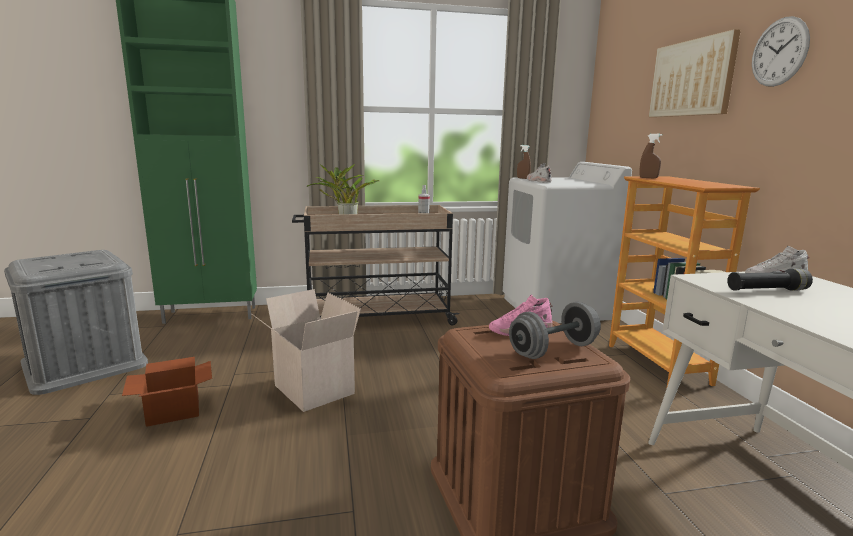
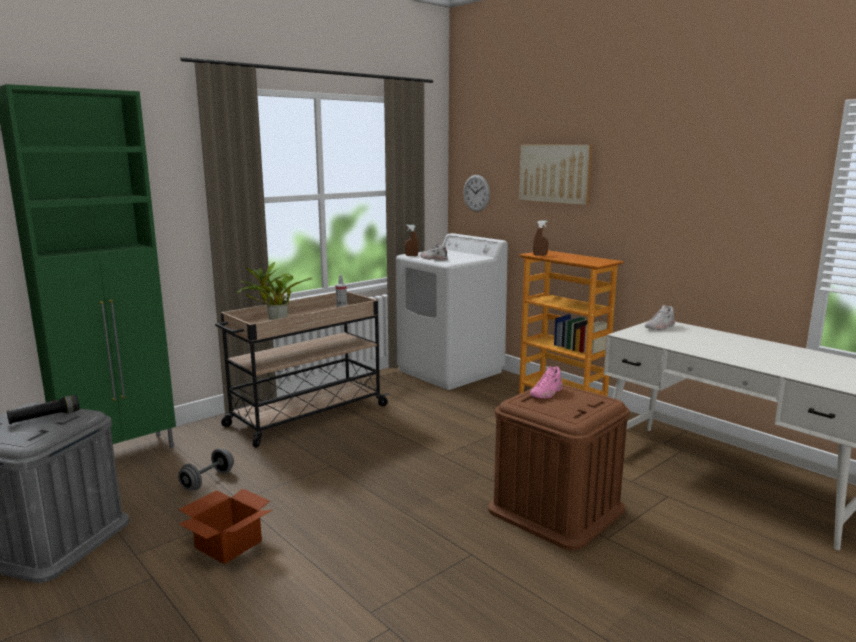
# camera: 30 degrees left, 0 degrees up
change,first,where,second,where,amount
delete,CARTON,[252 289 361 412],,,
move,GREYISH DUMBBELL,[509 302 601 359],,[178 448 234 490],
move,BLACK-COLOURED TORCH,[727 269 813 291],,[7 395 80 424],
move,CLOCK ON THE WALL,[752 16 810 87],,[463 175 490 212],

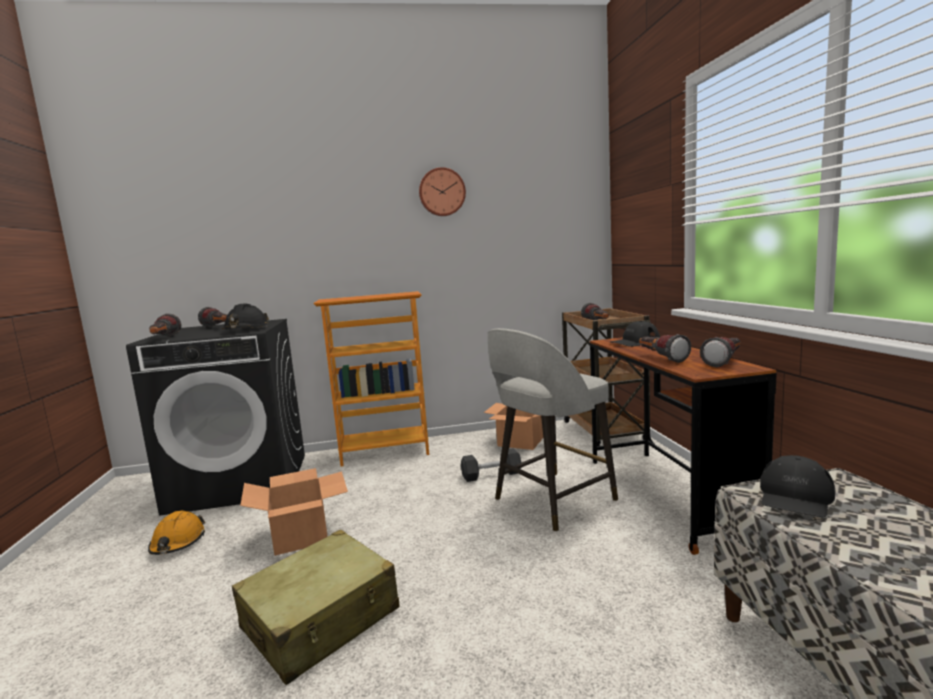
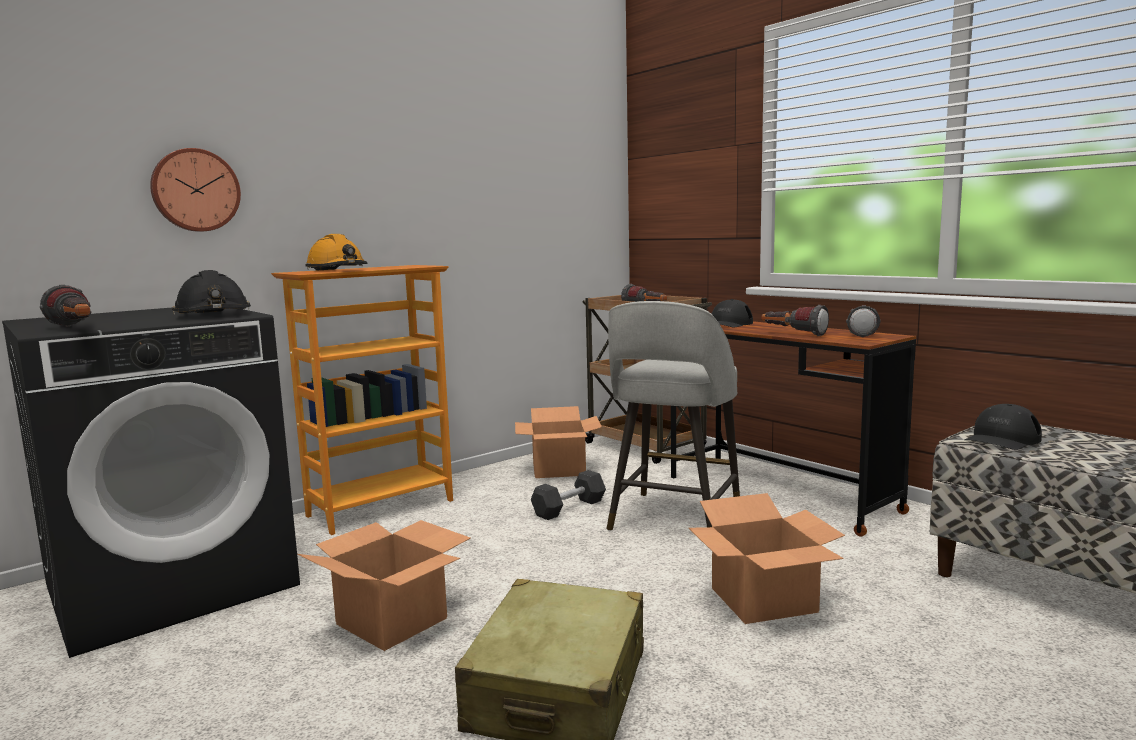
# camera: 30 degrees left, 0 degrees up
change,first,where,second,where,amount
delete,TORCH,[198 307 227 327],,,
insert,,,CARTON,[688 493 845 624],
move,ORANGEY WORK HELMET,[148 511 205 555],,[305 234 368 271],
move,CLOCK ON THE WALL,[419 167 466 216],,[150 148 241 232],
rotate,BLACK-COLOURED CAP,[760 455 836 517],,[964 404 1042 450],45 degrees clockwise

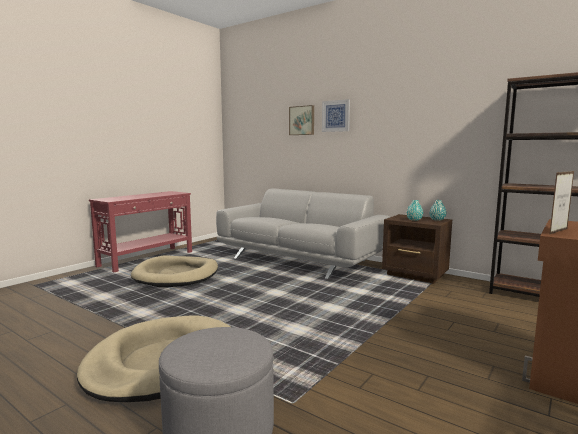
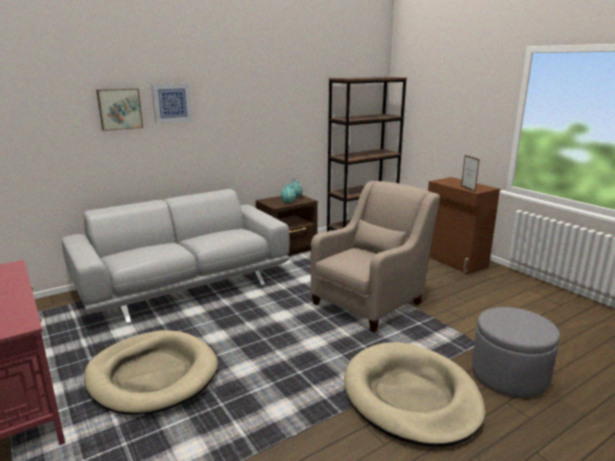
# camera: 70 degrees left, 10 degrees up
change,first,where,second,where,amount
insert,,,SAND-COLOURED LOUNGE CHAIR,[311 181 440 332],

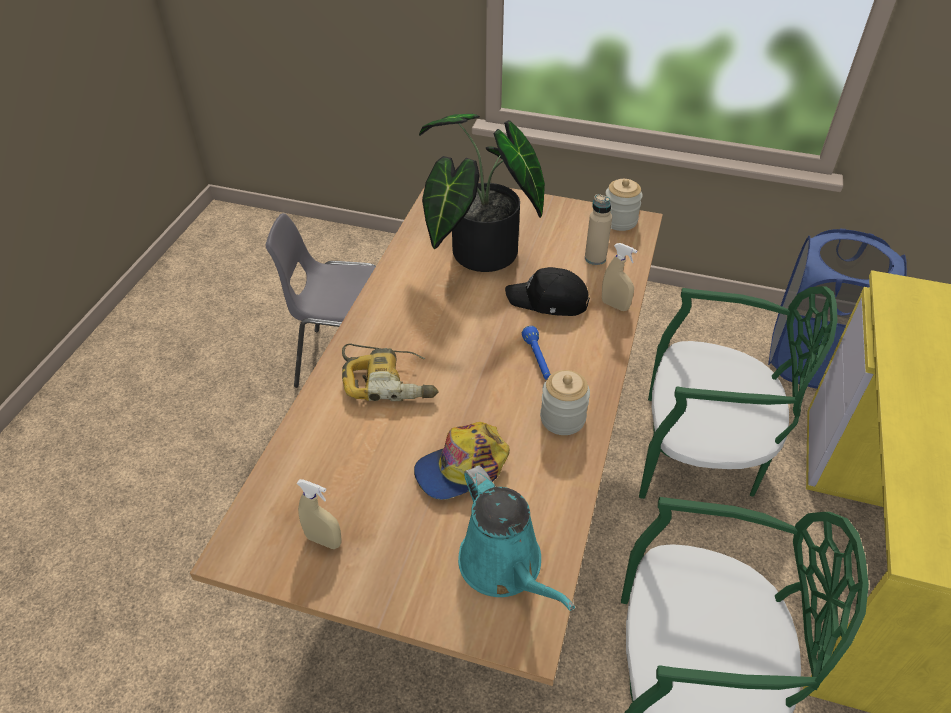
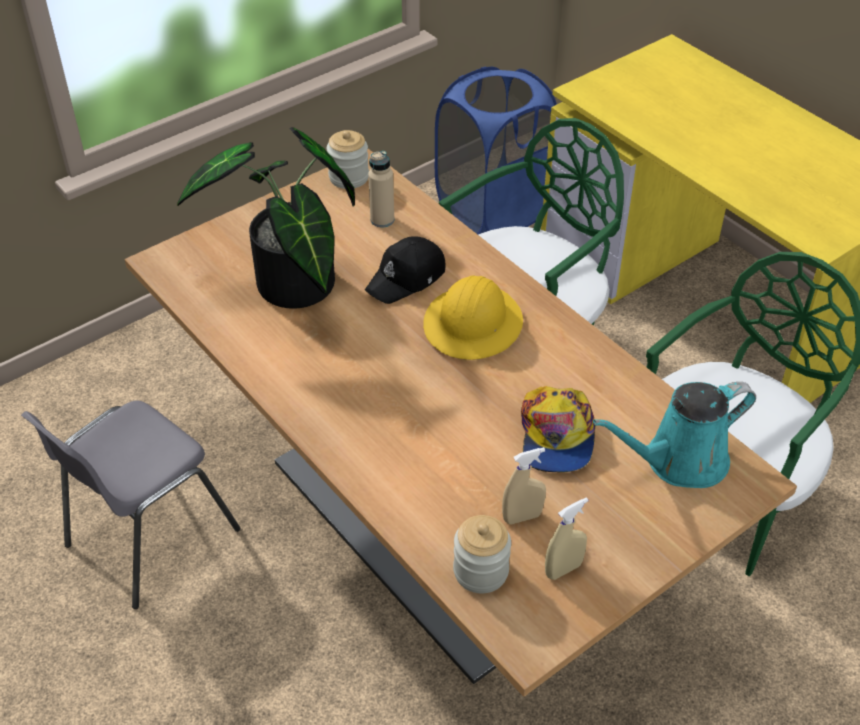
# camera: 55 degrees left, 0 degrees up
change,first,where,second,where,amount
delete,DRILL,[342 344 439 401],,,
move,JAR,[540 370 590 435],,[453 515 511 593],
move,SAND-COLOURED SPRAY BOTTLE,[602 243 637 311],,[502 447 546 524],
replace,BLUE-COLOURED TORCH,[522 326 551 380],YELLOW WORK HELMET,[423 276 523 360],
rotate,TURQUOISE SPRINKLING CAN,[458 465 575 611],,[593 382 756 488],150 degrees clockwise

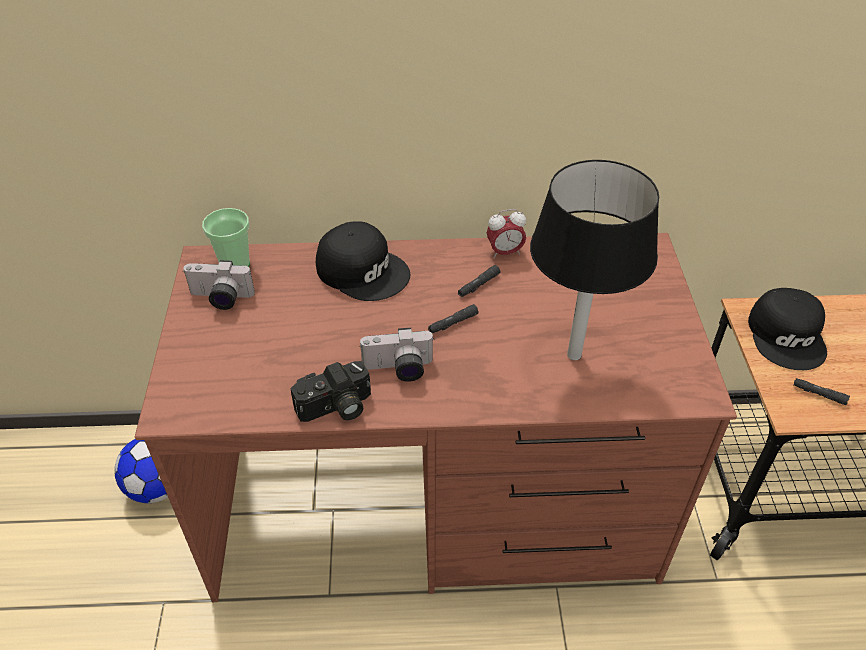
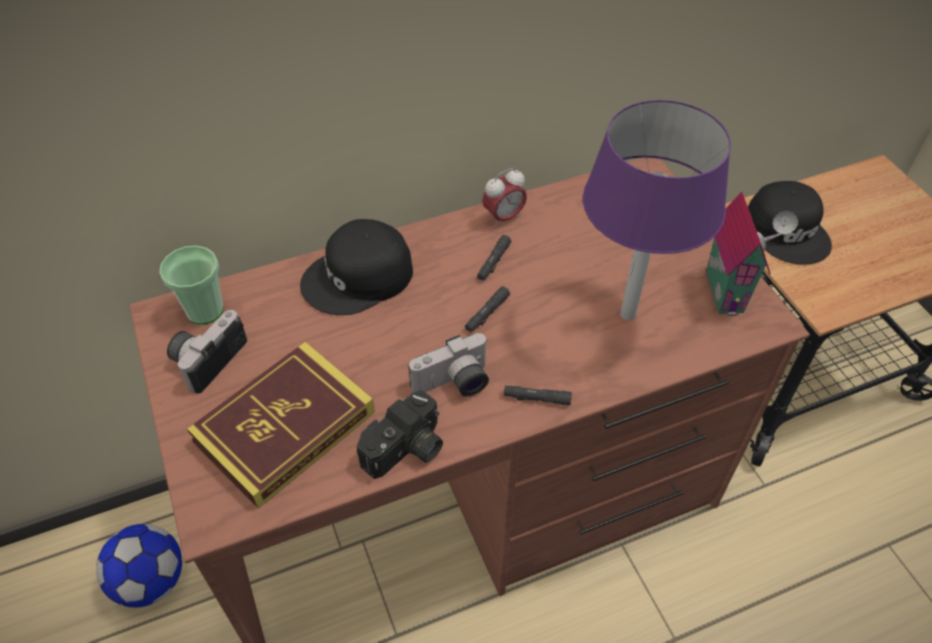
# camera: 20 degrees left, 5 degrees up
change,first,where,second,where,amount
insert,,,BOUND BOOK,[187 342 375 509],
insert,,,TOY HOUSE,[706 192 798 316],
move,BLACK-COLOURED TORCH,[793 378 850 405],,[504 386 572 405],
recolor,BLACK-COLOURED TABLETOP LAMP,[530 160 659 360],PURPLISH TABLETOP LAMP,[583 100 731 320],
rotate,STILL CAMERA,[182 260 255 310],,[167 310 247 394],135 degrees clockwise
rotate,BLACK-COLOURED CAP,[316 221 411 301],,[300 219 413 315],135 degrees clockwise

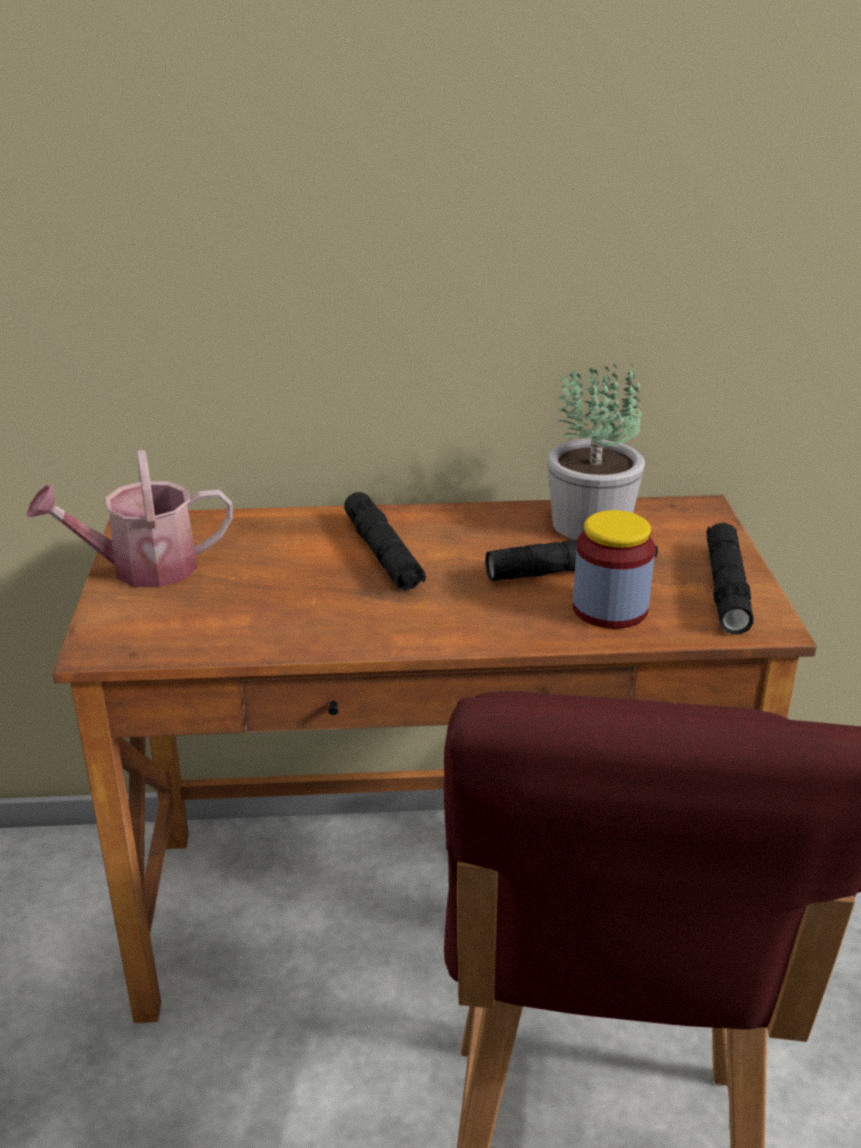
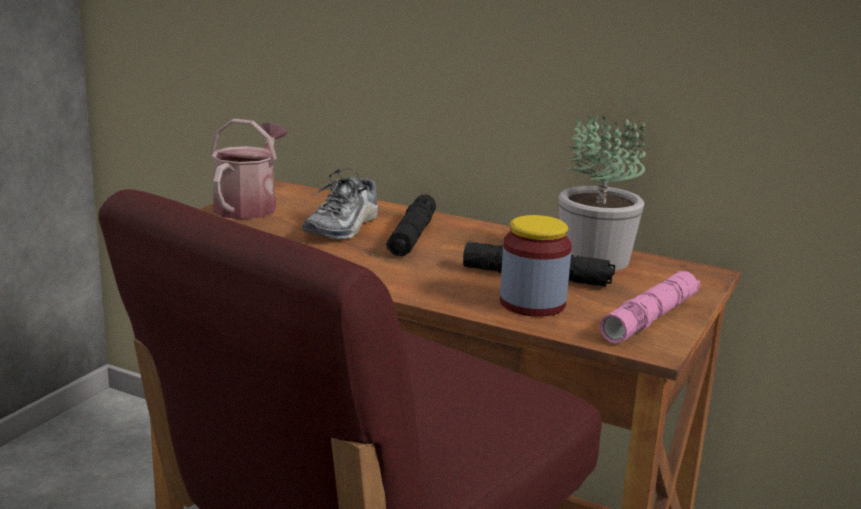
# camera: 30 degrees right, 10 degrees down
change,first,where,second,where,amount
insert,,,ITEM OF FOOTWEAR,[302 168 378 240],
recolor,BLACK-COLOURED TORCH,[706 523 753 635],PINKISH TORCH,[600 271 700 344],
rotate,SPRINKLING CAN,[26 450 233 587],,[211 119 287 219],90 degrees clockwise

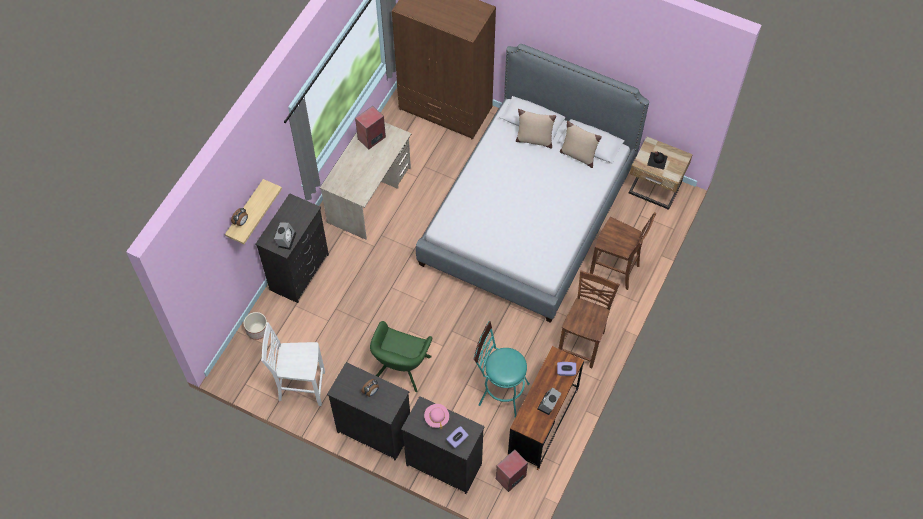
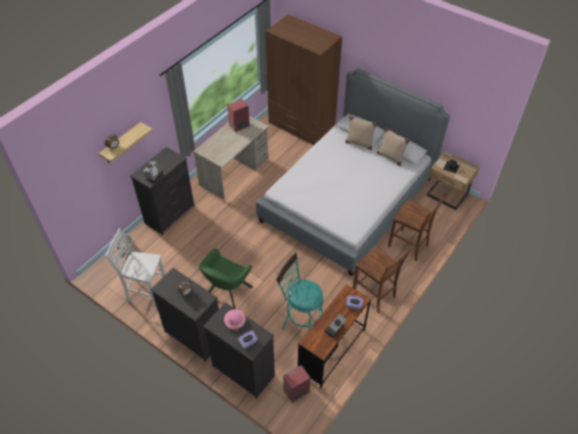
# camera: 10 degrees right, 10 degrees down
change,first,where,second,where,amount
rotate,BROWN PLAIN CHAIR,[558 270 620 368],,[353 247 411 313],105 degrees clockwise

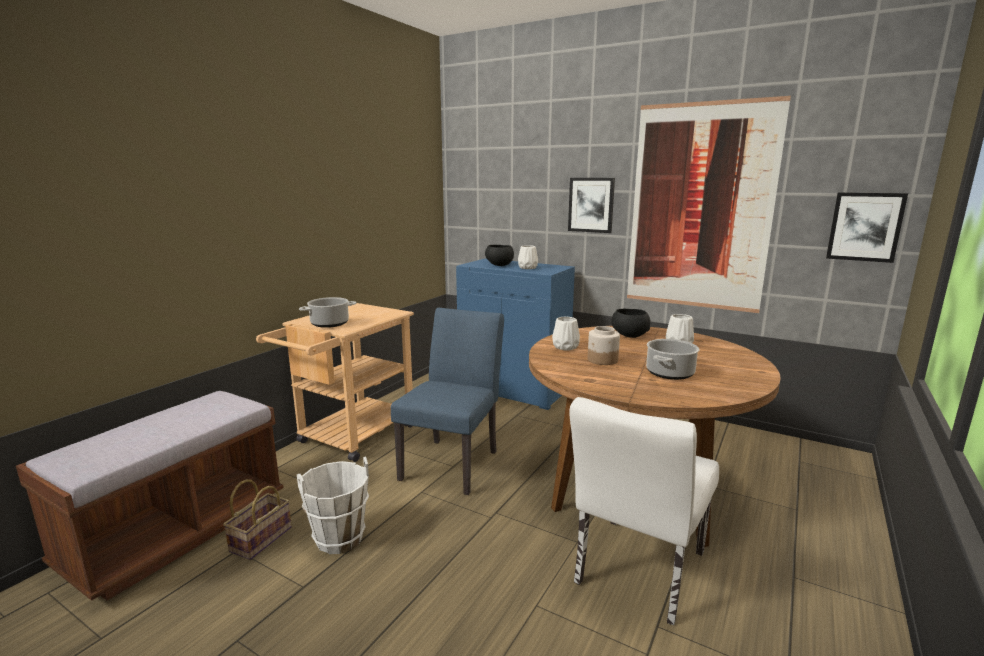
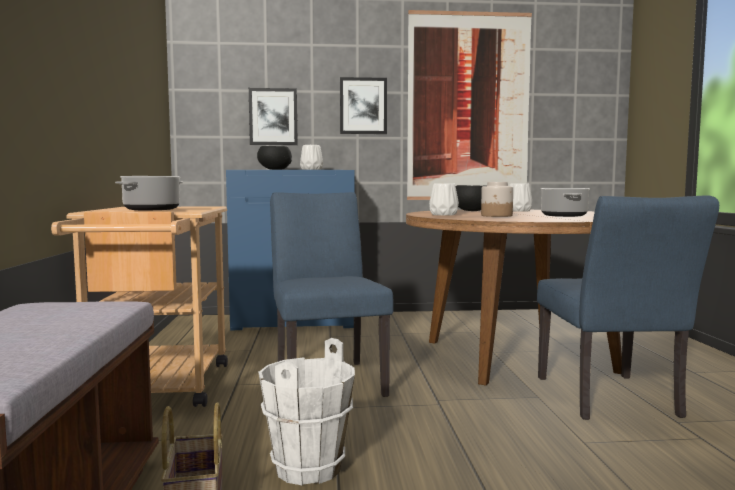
# camera: 35 degrees left, 10 degrees down
change,first,where,second,where,amount
move,WALL PICTURE,[826 192 908 263],,[249 88 298 145],
recolor,WHITISH PLAIN CHAIR,[569 397 719 625],BLUE-COLOURED PLAIN CHAIR,[537 195 719 420],

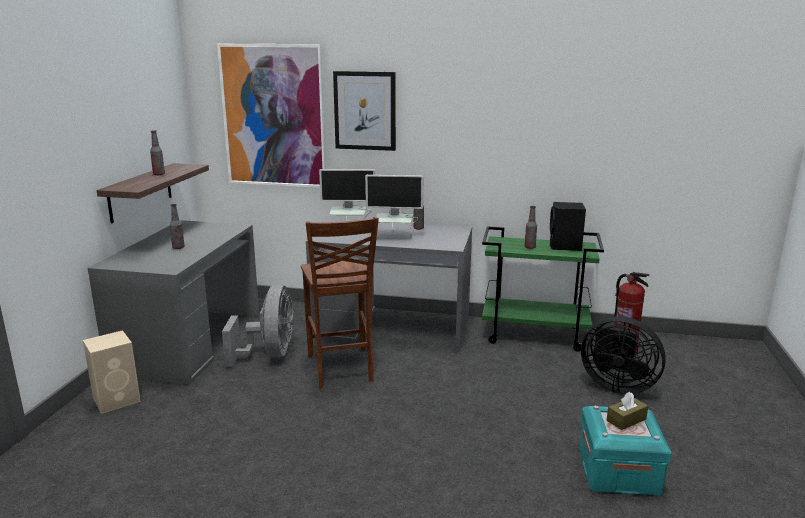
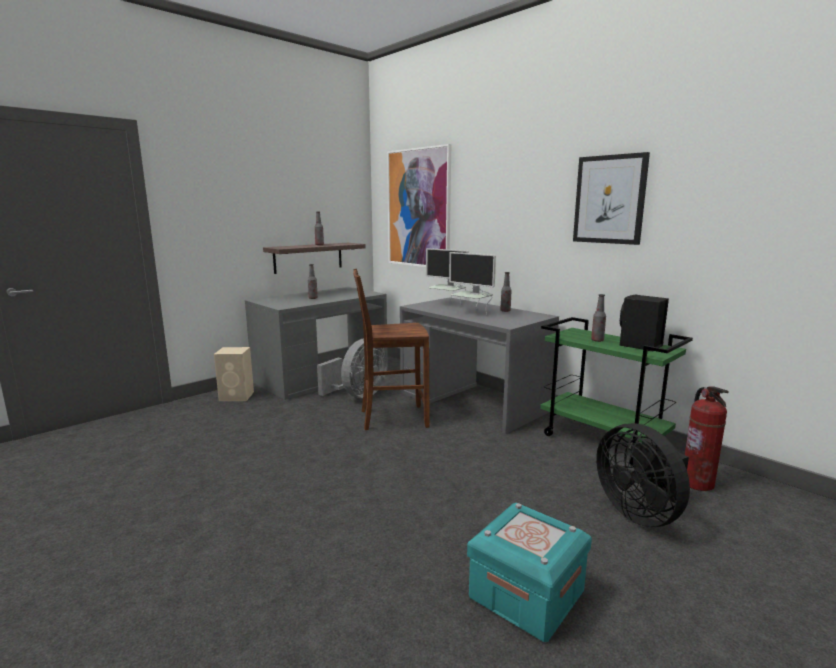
# camera: 35 degrees right, 5 degrees down
change,first,where,second,where,amount
delete,BROWN TISSUE HOLDER,[606 392 648 430],,,
move,WALL PICTURE,[333 71 396 151],,[573 152 650 245],
rotate,BROWN PLAIN CHAIR,[301 217 379 388],,[353 269 430 430],60 degrees clockwise

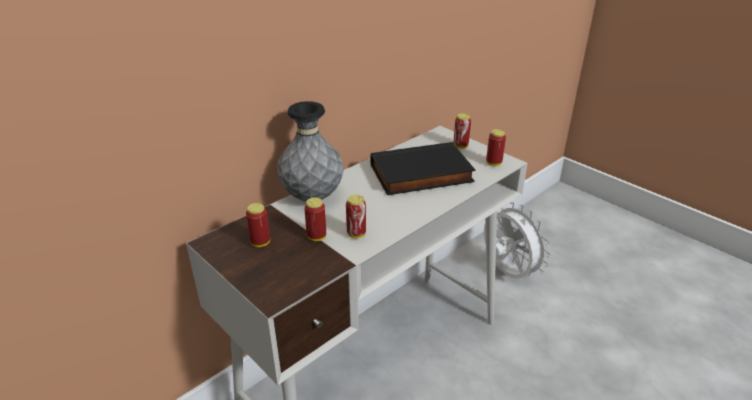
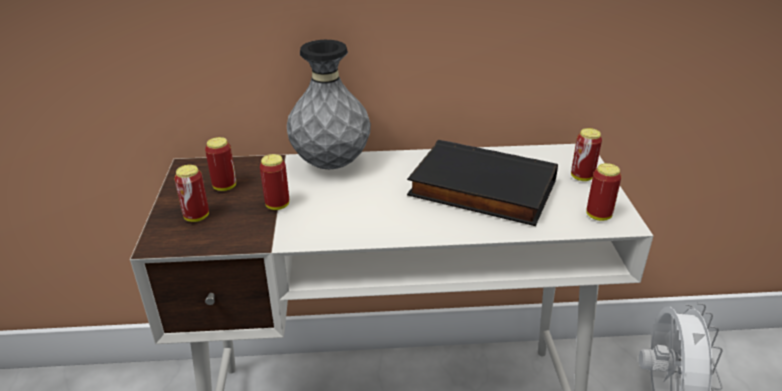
# camera: 40 degrees right, 0 degrees up
change,first,where,second,where,amount
move,METAL CAN,[346 195 366 238],,[174 165 209 222],

